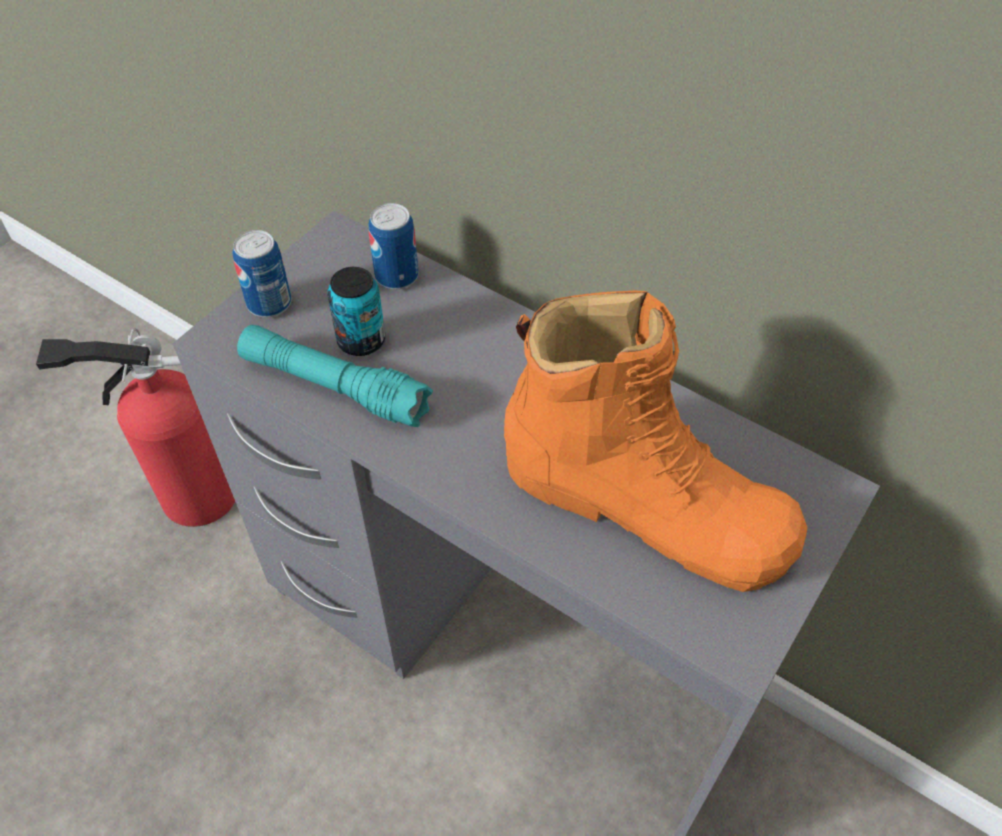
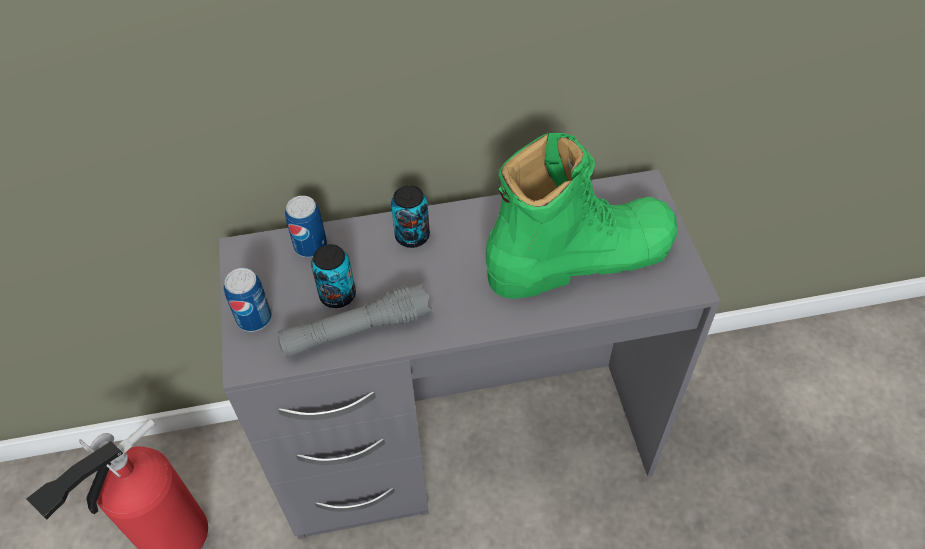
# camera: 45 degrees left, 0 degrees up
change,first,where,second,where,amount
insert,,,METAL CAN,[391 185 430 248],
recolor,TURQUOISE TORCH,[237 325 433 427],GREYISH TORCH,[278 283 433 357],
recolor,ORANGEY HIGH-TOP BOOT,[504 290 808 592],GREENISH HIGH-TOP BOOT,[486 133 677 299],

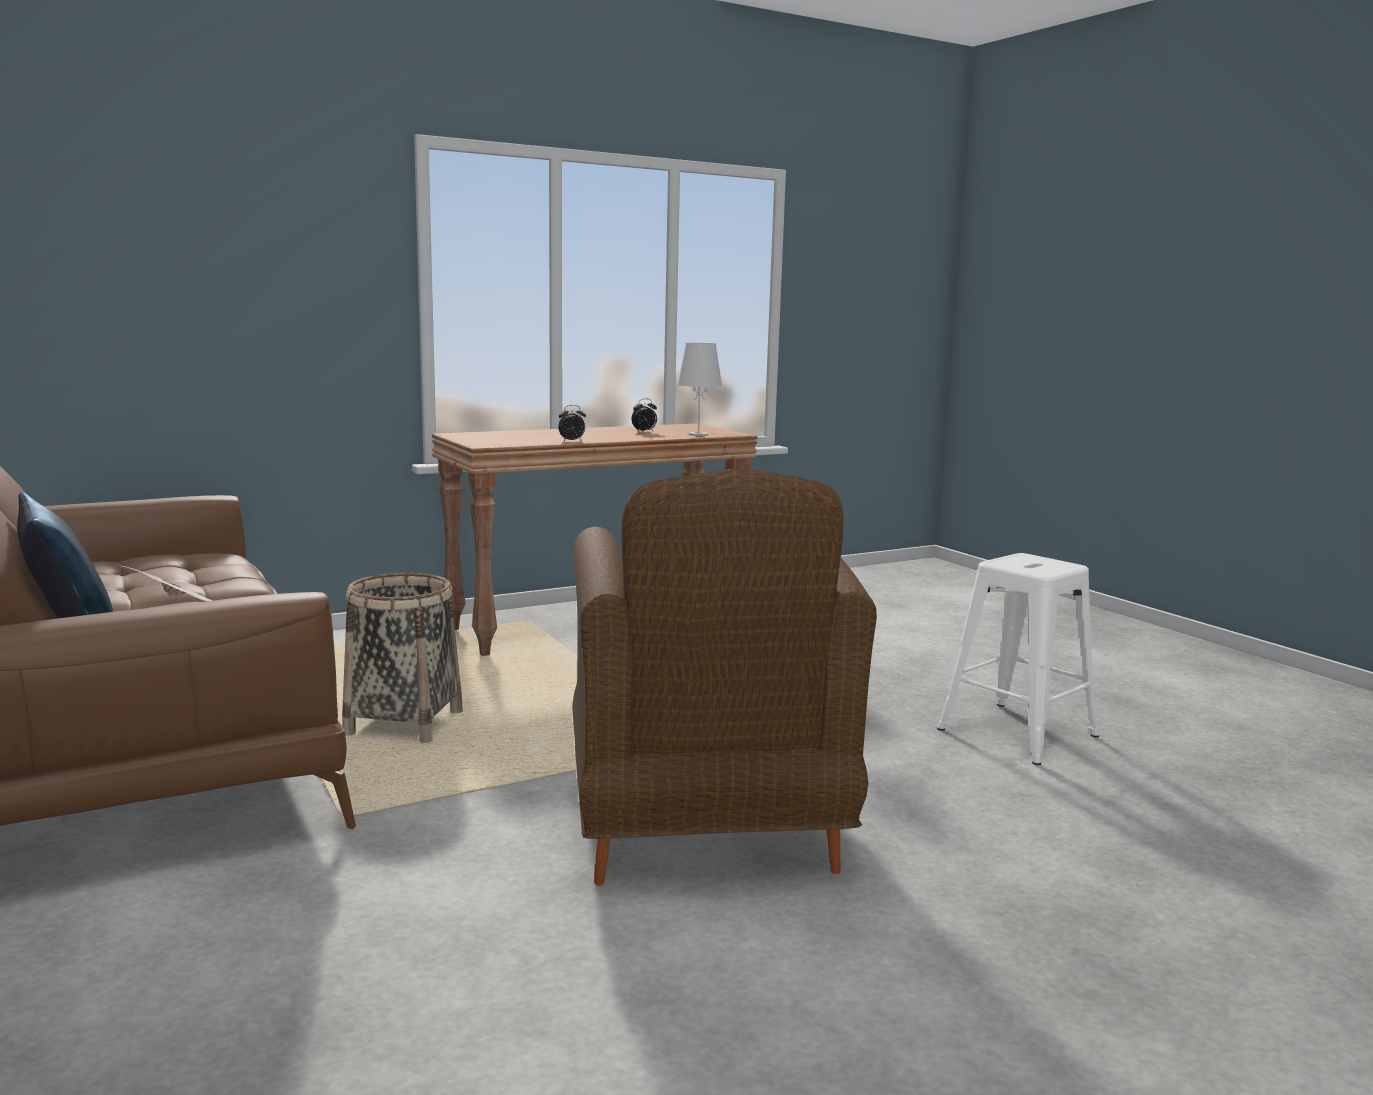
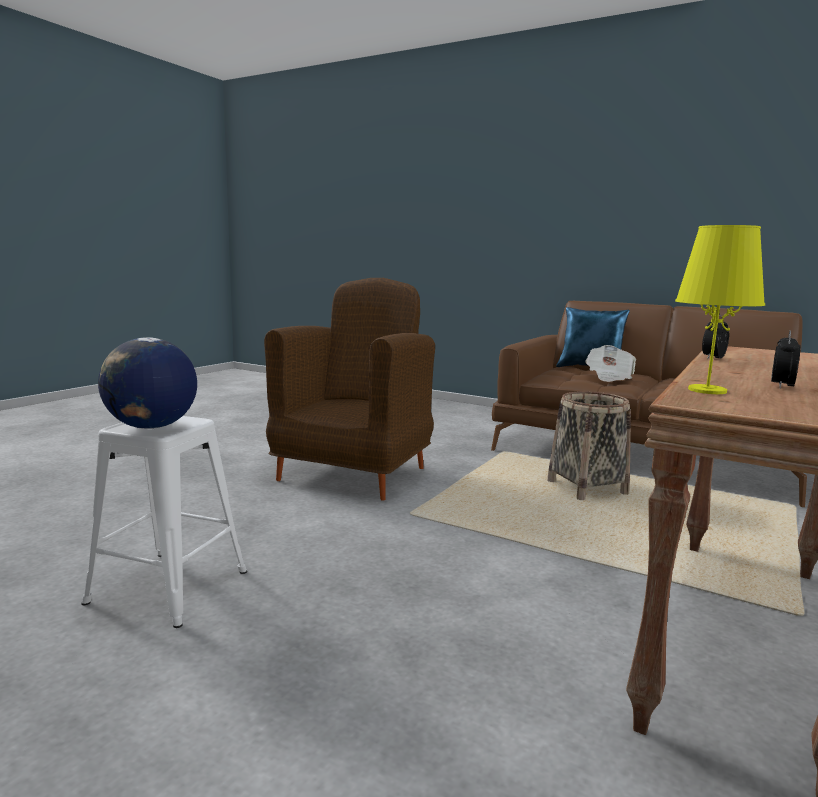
# camera: 150 degrees right, 0 degrees up
change,first,where,second,where,amount
insert,,,WORLD GLOBE,[98 337 197 429],
recolor,WHITISH TABLETOP LAMP,[677 343 722 436],YELLOW TABLETOP LAMP,[675 225 765 394],
rotate,BROWN LOUNGE CHAIR,[572 469 877 885],,[264 278 435 501],60 degrees clockwise

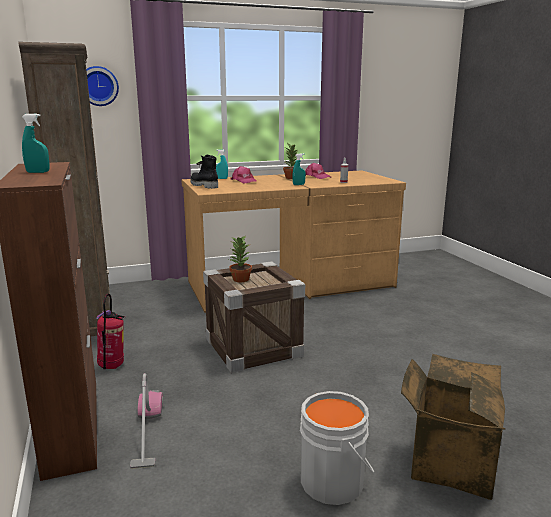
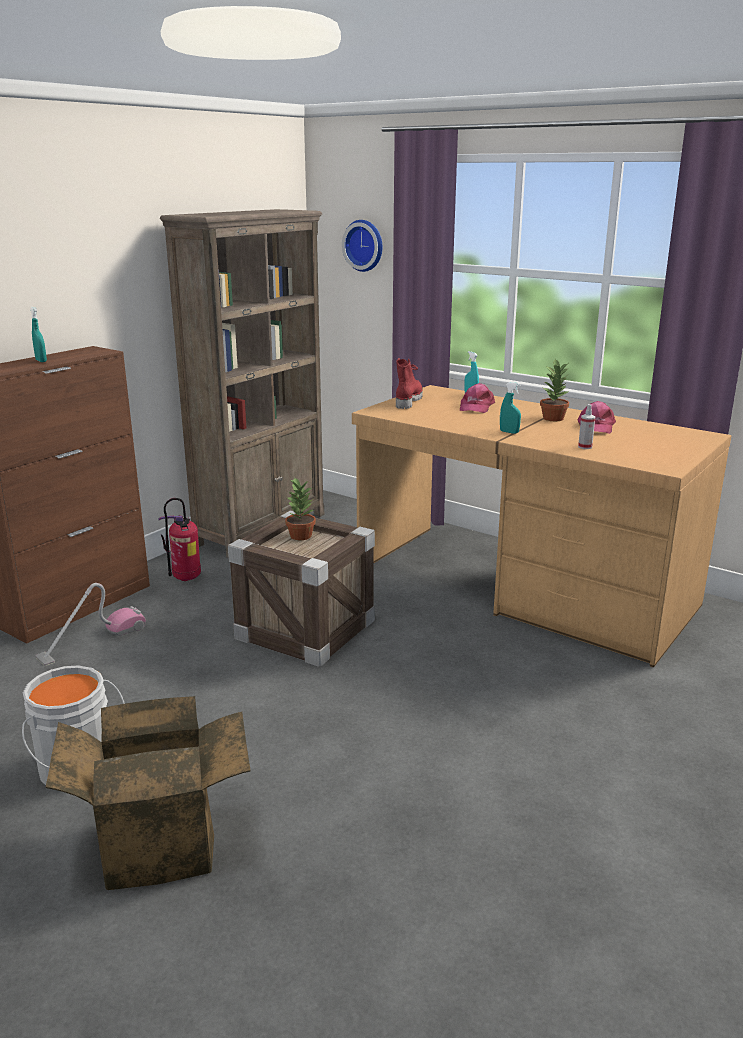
# camera: 55 degrees right, 5 degrees up
change,first,where,second,where,amount
recolor,BLACK-COLOURED HIGH-TOP BOOT,[191 155 218 189],REDDISH HIGH-TOP BOOT,[396 358 423 409],

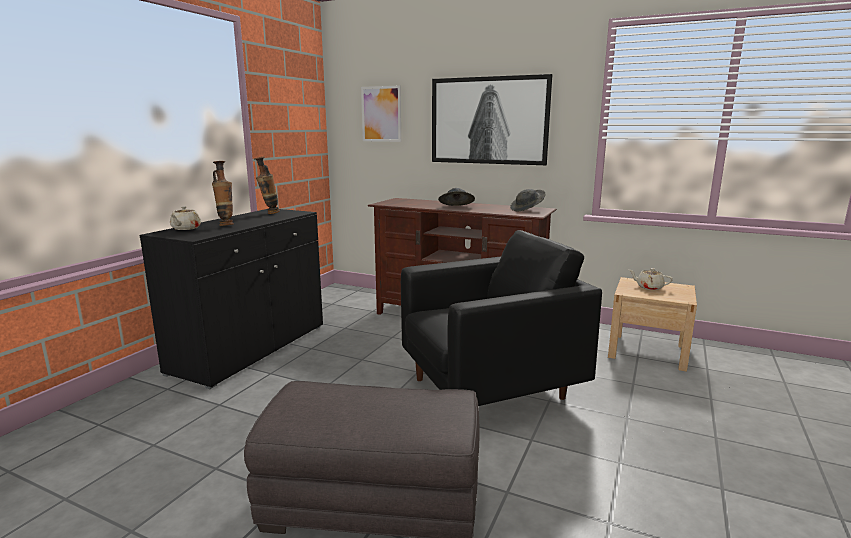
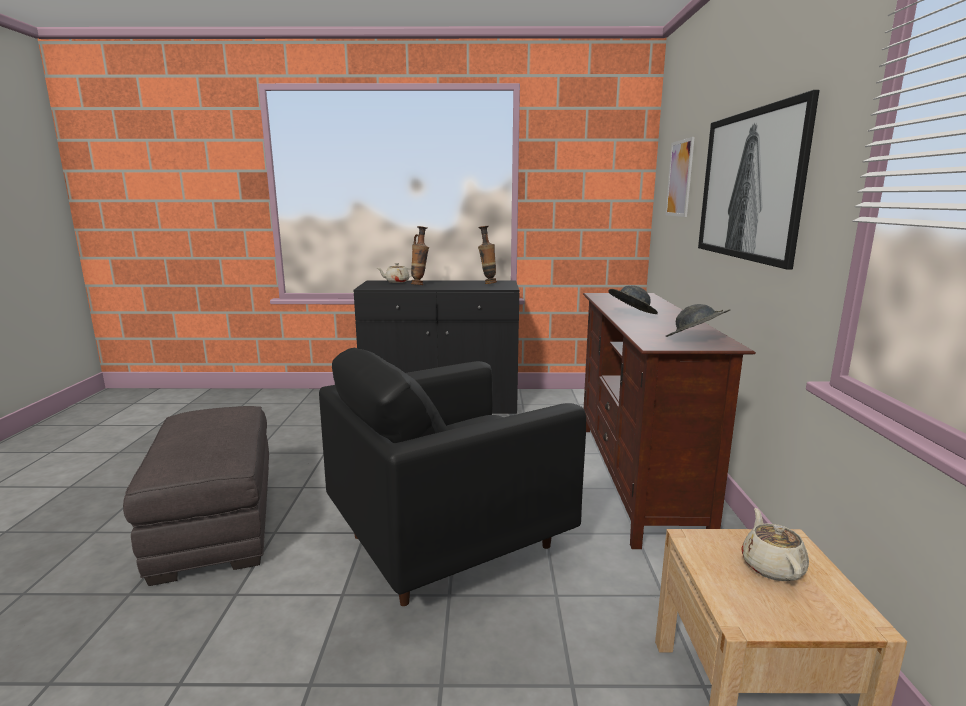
# camera: 65 degrees right, 0 degrees up
change,first,where,second,where,amount
rotate,BLACK-COLOURED LOUNGE CHAIR,[401 230 602 406],,[319 348 586 606],105 degrees clockwise

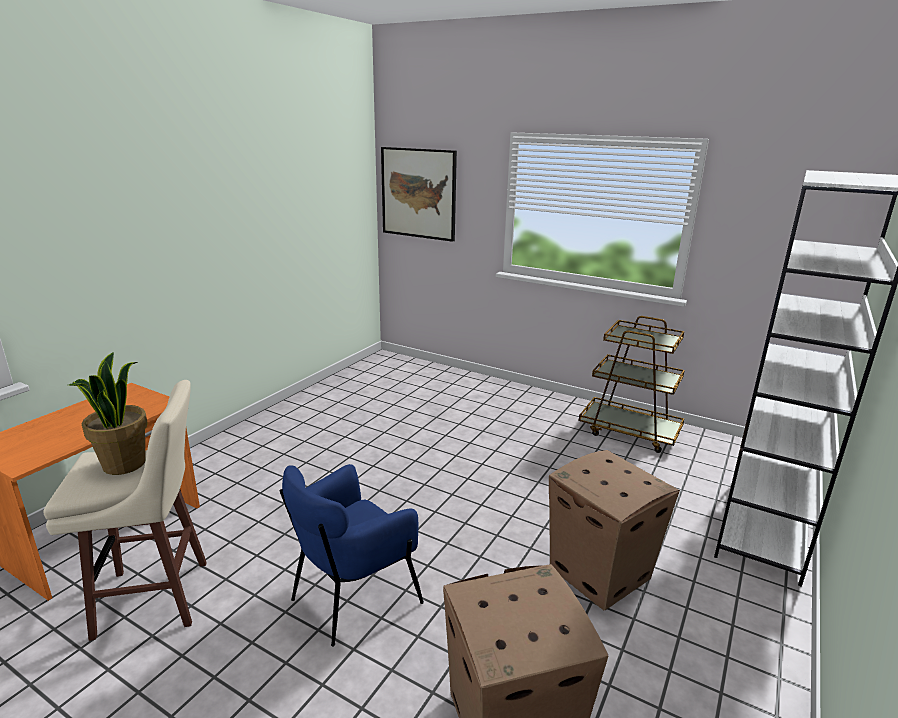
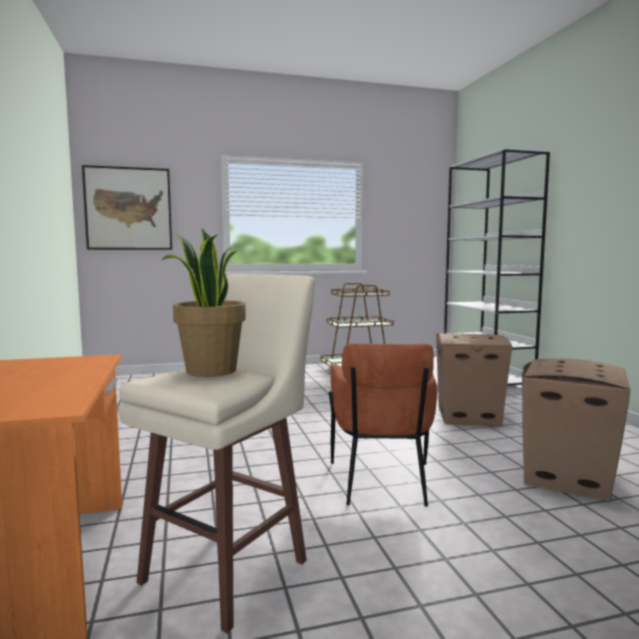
# camera: 45 degrees left, 15 degrees down
change,first,where,second,where,amount
recolor,BLUE-COLOURED LOUNGE CHAIR,[280 464 424 647],BROWN LOUNGE CHAIR,[329 343 437 506],

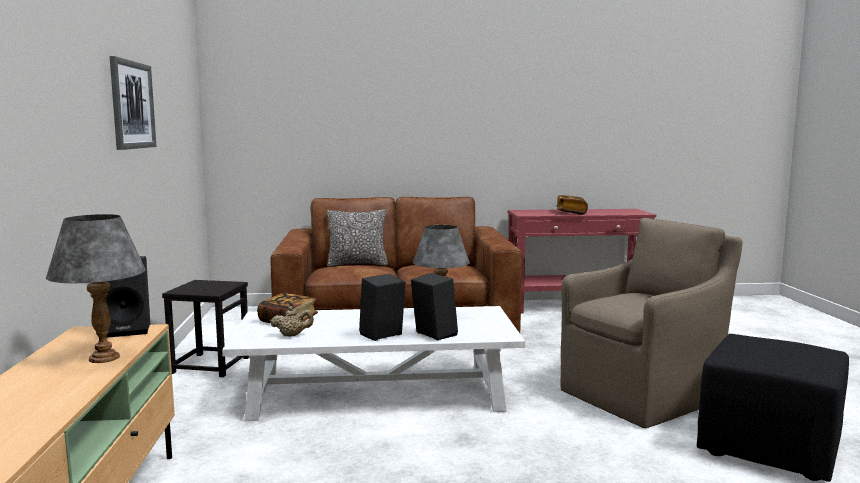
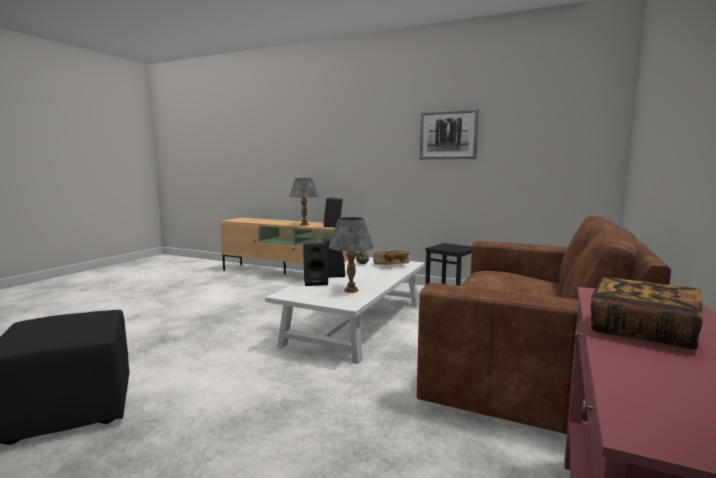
# camera: 120 degrees right, 0 degrees up
change,first,where,second,where,amount
delete,THROW PILLOW,[327 209 388 267],,,
delete,BROWN LOUNGE CHAIR,[561 218 742 428],,,

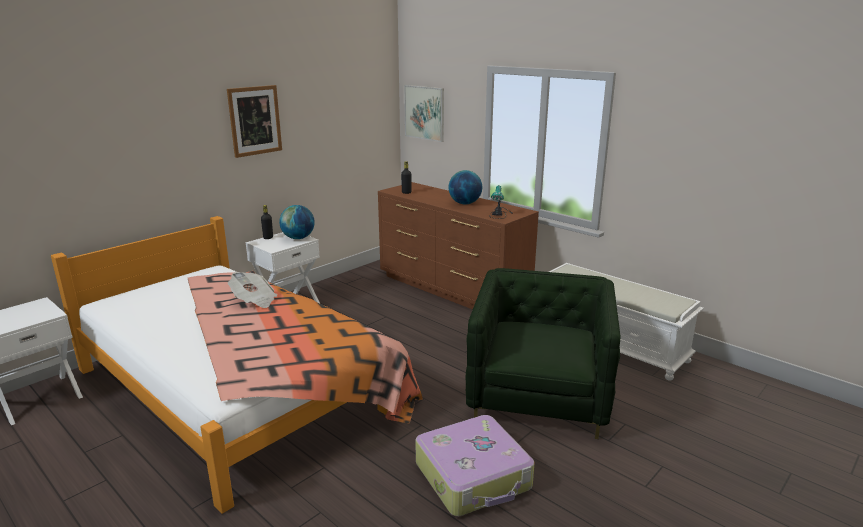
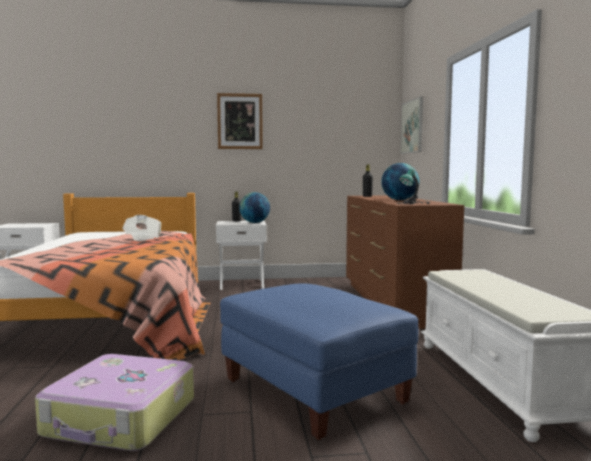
# camera: 40 degrees right, 15 degrees down
change,first,where,second,where,amount
replace,GREENISH LOUNGE CHAIR,[466 268 620 439],BLUE-COLOURED OTTOMAN,[220 283 418 440],

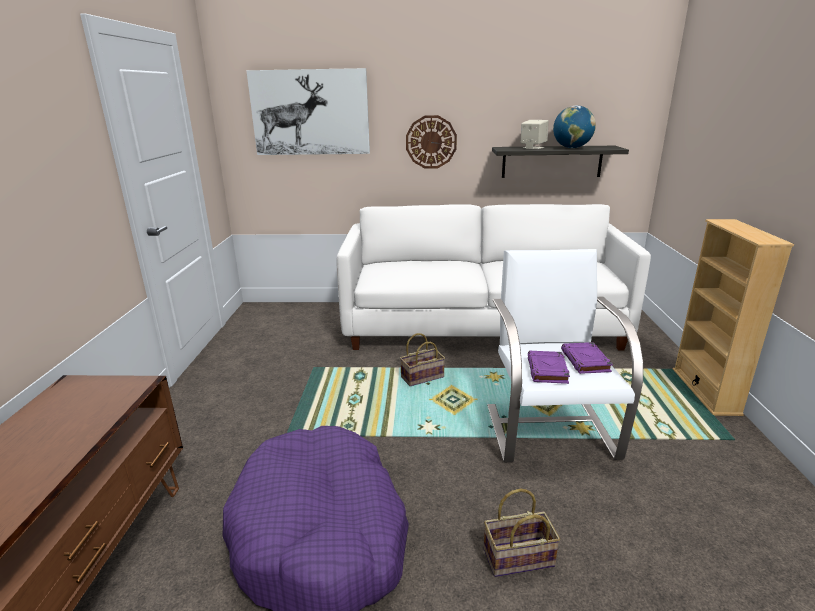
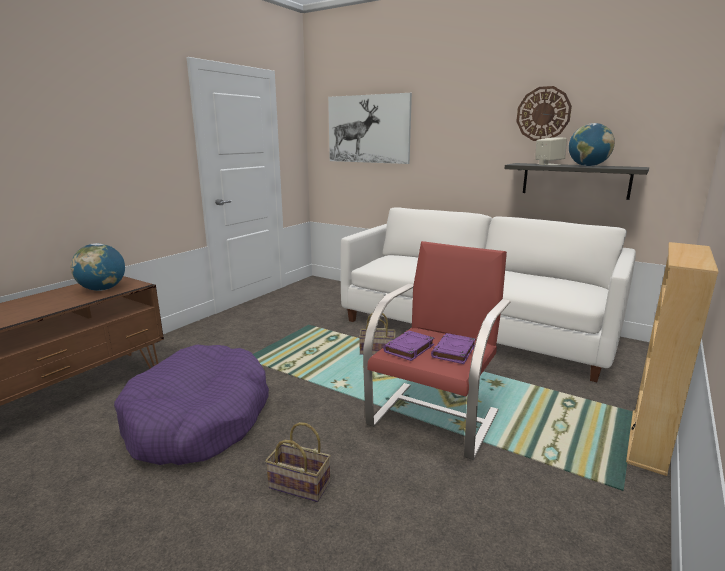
# camera: 30 degrees right, 5 degrees down
change,first,where,second,where,amount
insert,,,WORLD GLOBE,[71 243 125 291],
move,CLOCK ON THE WALL,[406 115 457 169],,[516 86 572 141],
recolor,WHITISH LOUNGE CHAIR,[487 249 643 463],REDDISH LOUNGE CHAIR,[363 241 511 460],

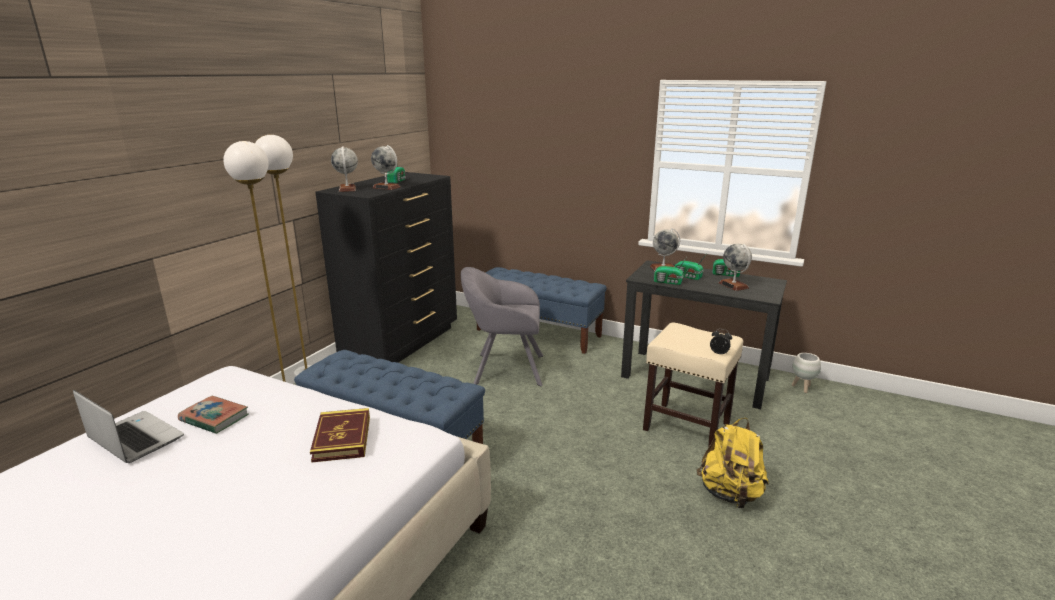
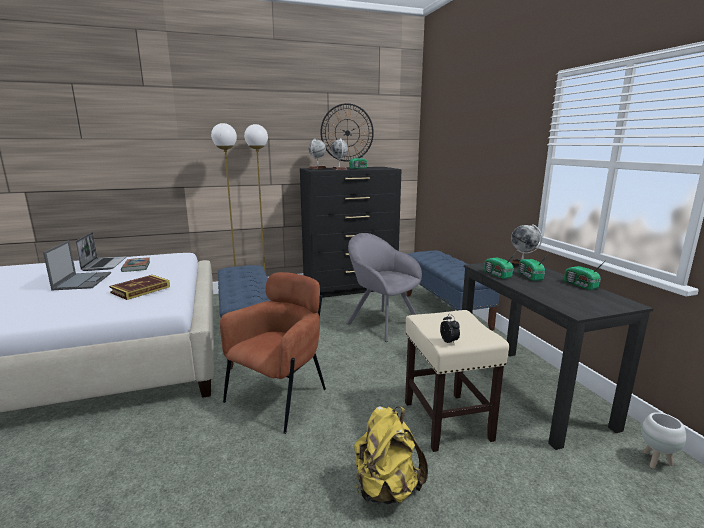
# camera: 45 degrees right, 5 degrees down
change,first,where,second,where,amount
delete,WORLD GLOBE,[719 244 752 291],,,
insert,,,PORTABLE COMPUTER,[43 240 111 290],
insert,,,BROWN LOUNGE CHAIR,[220 272 326 434],
insert,,,CLOCK ON THE WALL,[320 103 374 162],

